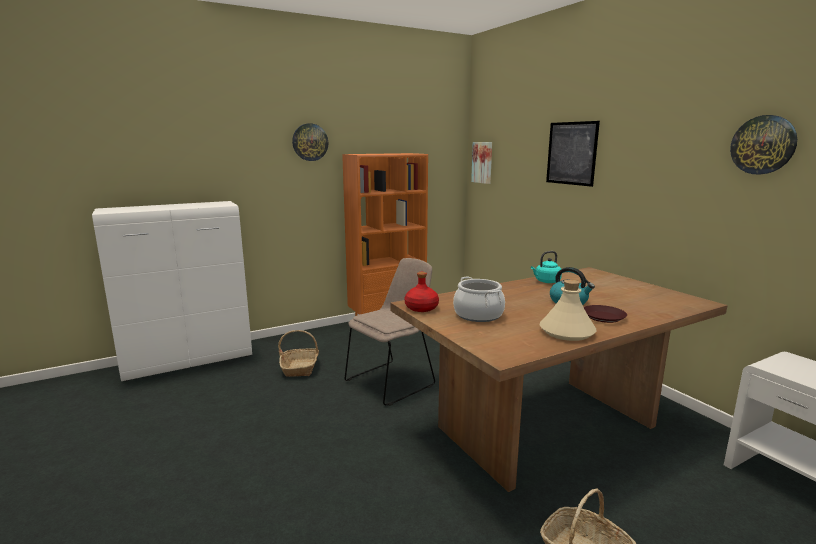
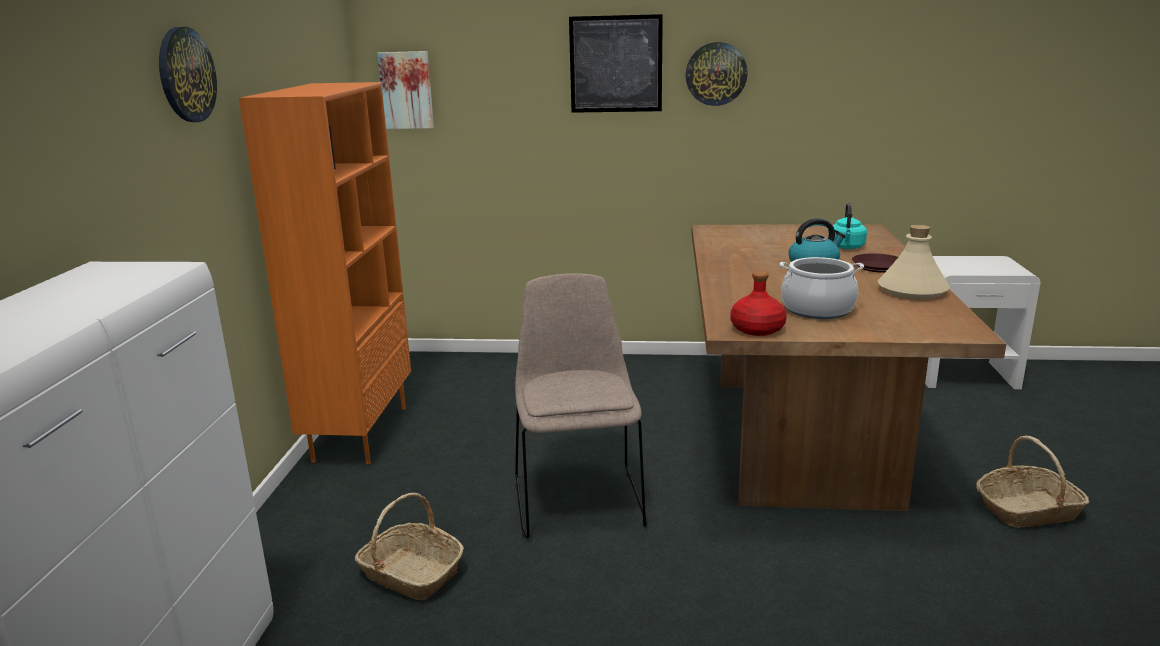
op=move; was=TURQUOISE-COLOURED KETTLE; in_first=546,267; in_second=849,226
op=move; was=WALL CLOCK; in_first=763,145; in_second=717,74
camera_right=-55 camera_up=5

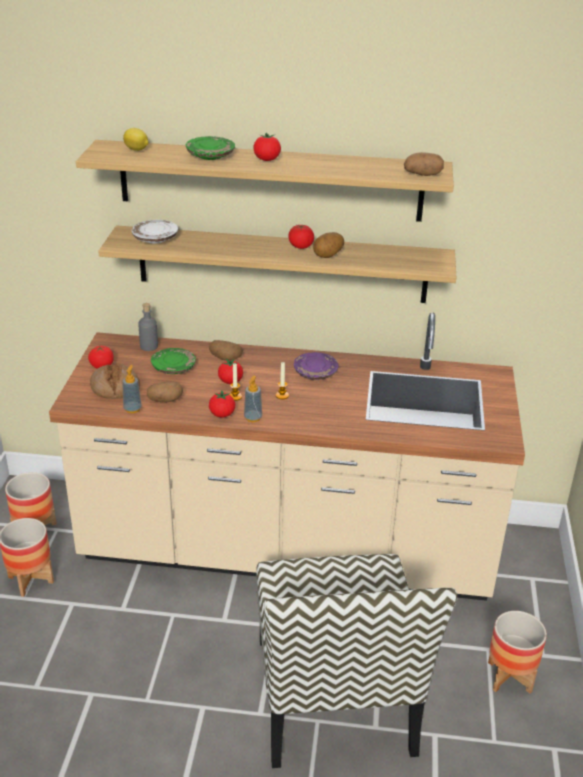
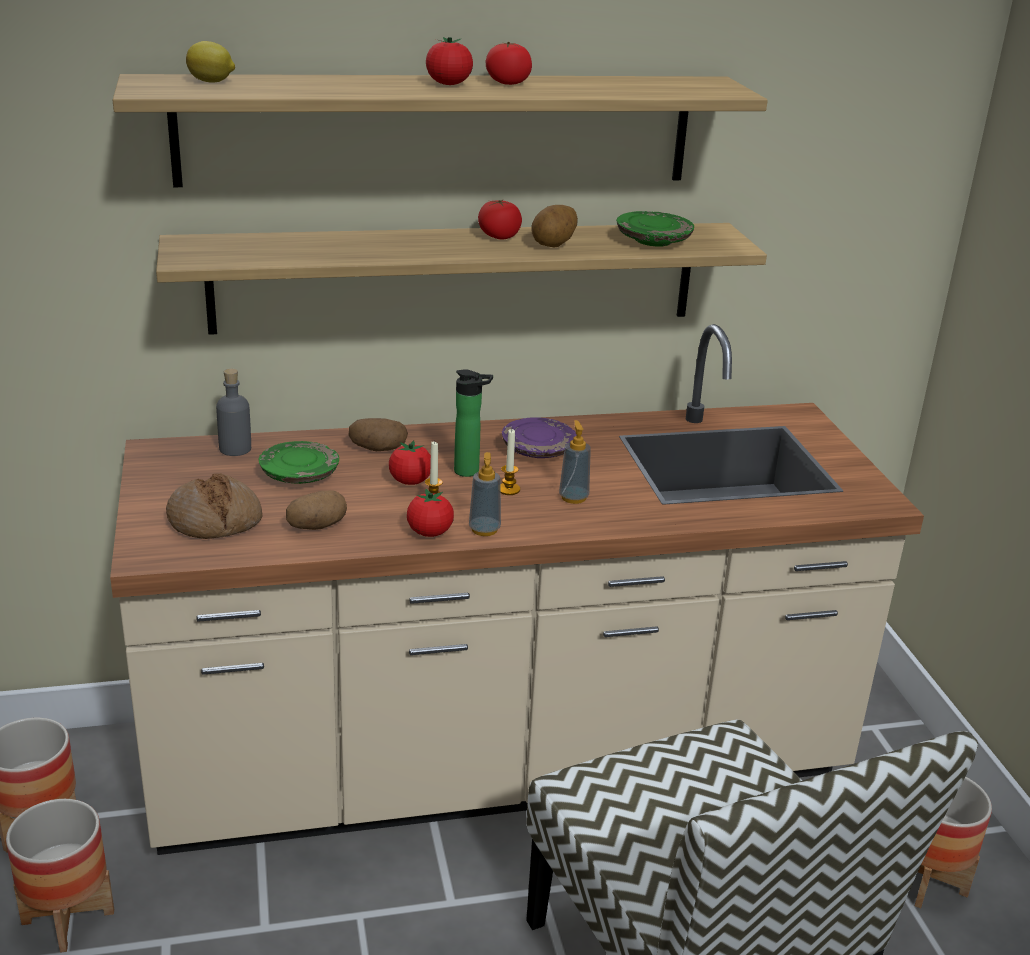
op=delete; was=WHITE PLATE; in_first=154,231
op=delete; was=POTATO; in_first=424,164
op=insert; now=BEVERAGE BOTTLE; in_second=473,423
op=move; was=TOMATO; in_first=101,357; in_second=509,63
op=move; was=SOAP BOTTLE; in_first=132,389; in_second=575,462
op=move; was=GREENISH PLATE; in_first=210,148; in_second=655,229
camera_right=-20 camera_up=-5

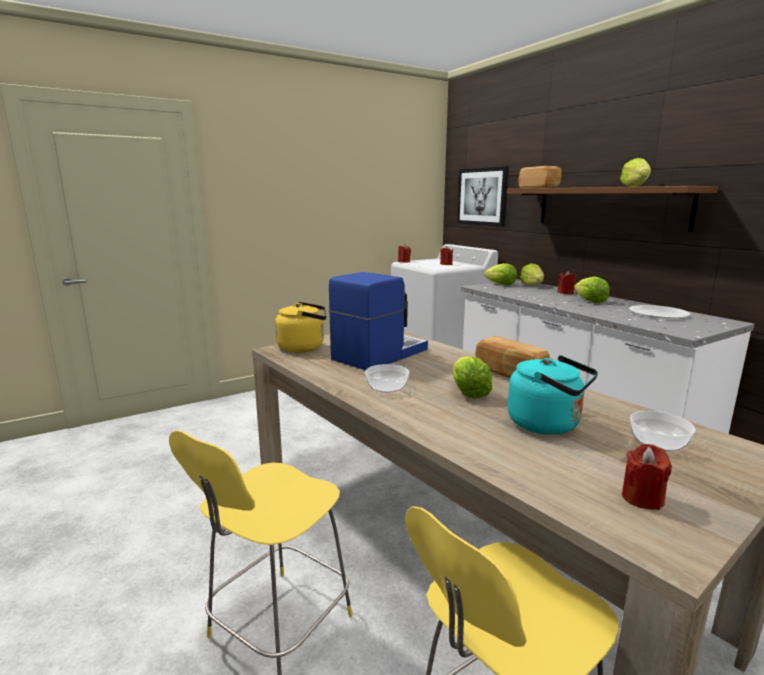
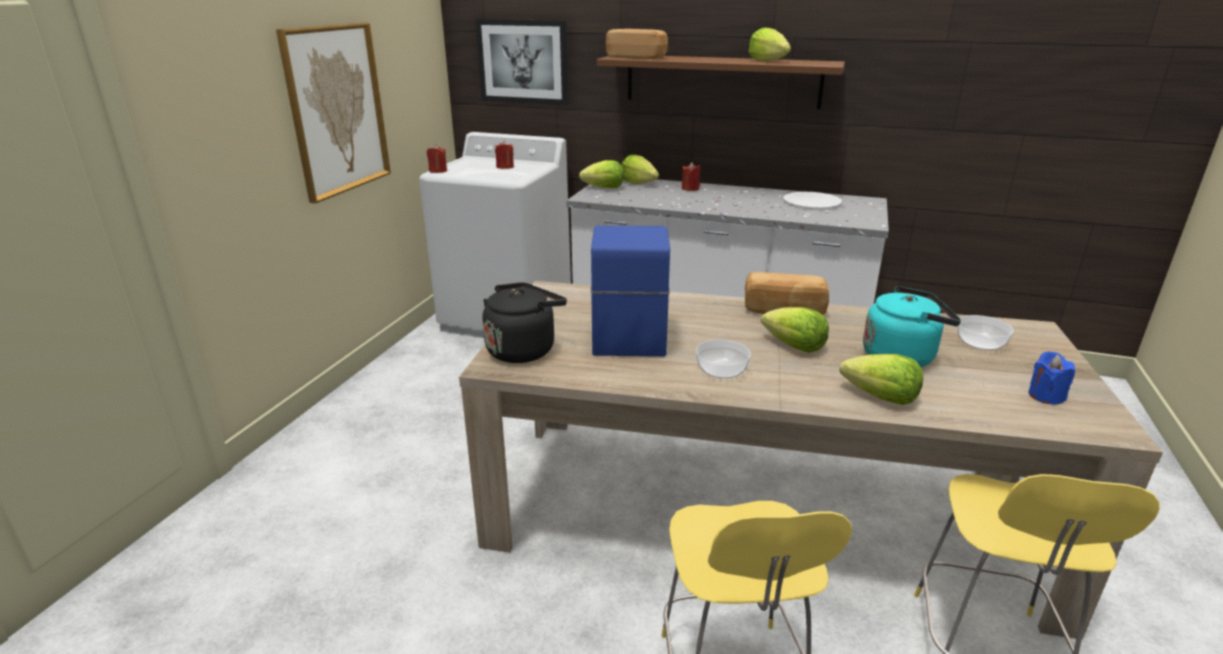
op=insert; now=WALL ART; in_second=333,112
op=move; was=LETTUCE; in_first=592,289; in_second=881,379
op=recolor; was=YELLOW KETTLE; now=BLACK KETTLE; in_first=301,327; in_second=525,322
op=recolor; was=REDDISH CANDLE; now=BLUE-COLOURED CANDLE; in_first=647,477; in_second=1051,377
camera_right=-40 camera_up=10

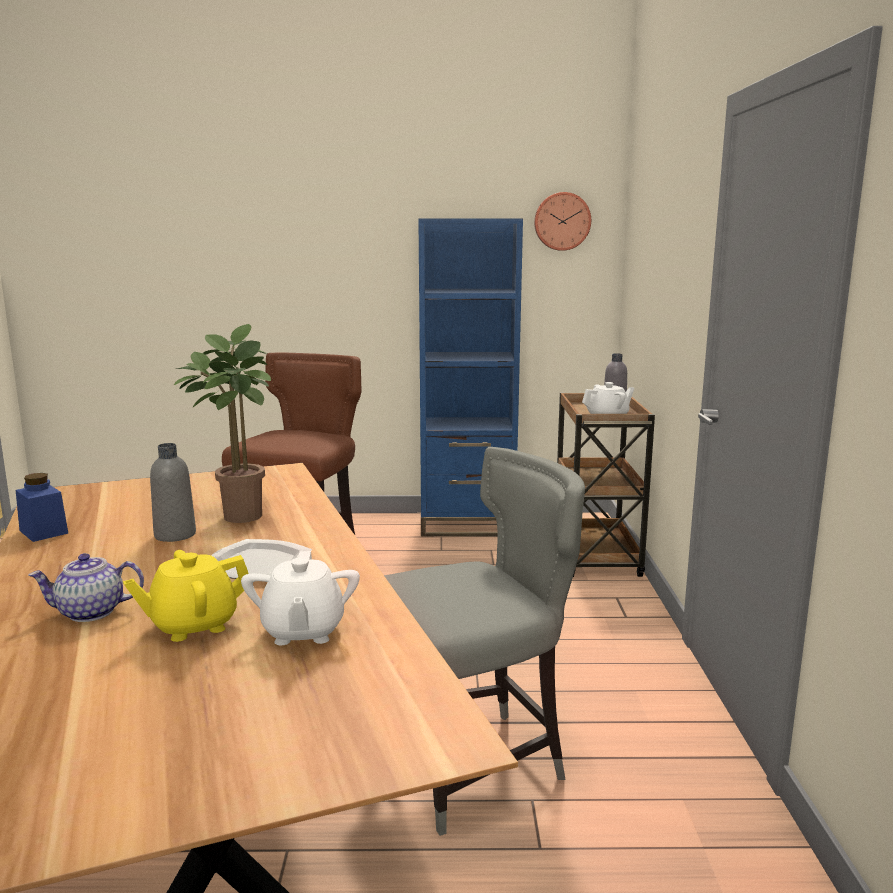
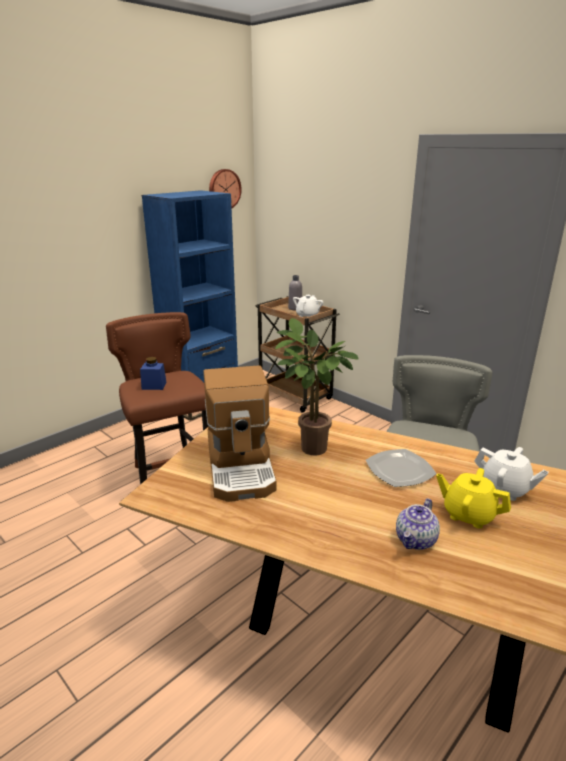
op=delete; was=GREY BEVERAGE BOTTLE; in_first=173,492
op=insert; now=COFFEE BREWER; in_second=240,433
op=move; was=BLUE-COLOURED STORAGE JAR; in_first=42,507; in_second=153,373
op=rotate; was=YELLOW TEA POT; in_first=186,596; in_second=473,498; clockwise=105
camera_right=-45 camera_up=10

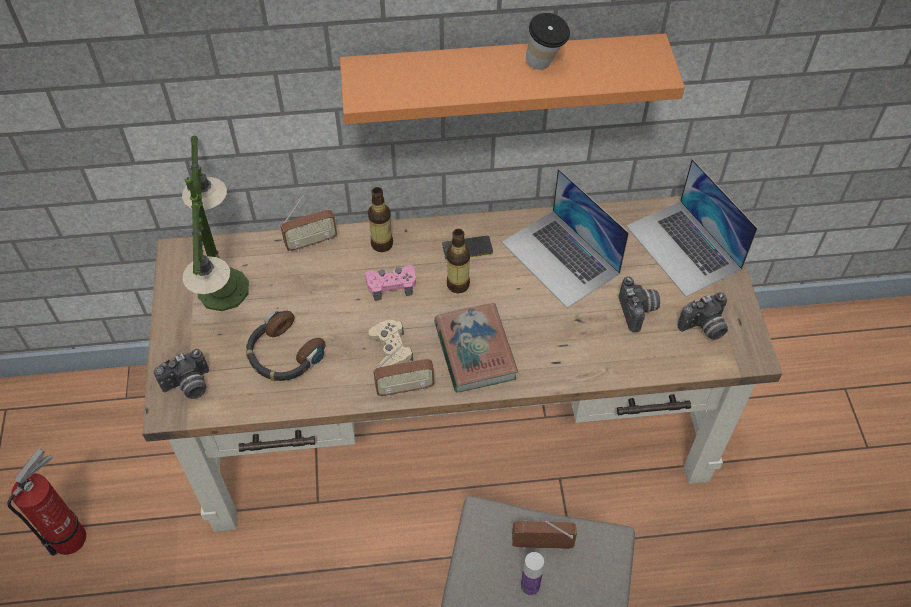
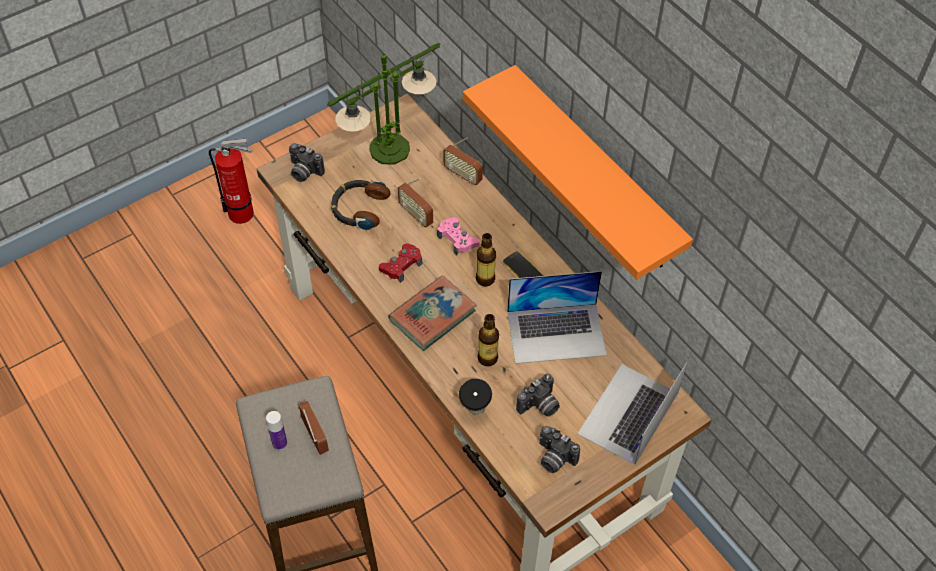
op=move; was=BEVERAGE BOTTLE; in_first=380,219; in_second=488,340
op=move; was=RADIO SET; in_first=403,370; in_second=415,203
op=move; was=CUP; in_first=548,41; in_second=475,396
op=recolor; was=BEIGE-COLOURED JOYPAD; now=REDDISH JOYPAD; in_first=390,343; in_second=400,263
op=rotate; was=PORTABLE COMPUTER; in_first=565,238; in_second=557,317; clockwise=-120
camera_right=60 camera_up=0

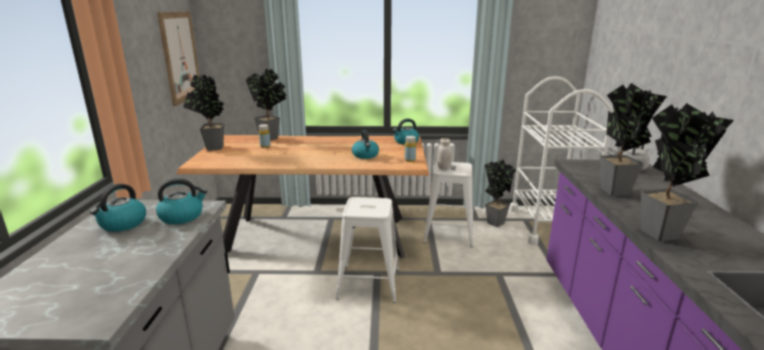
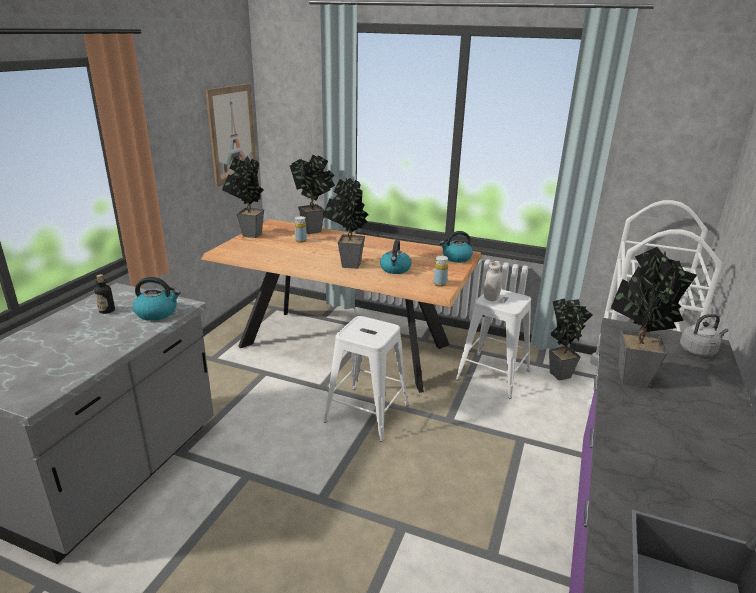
op=move; was=POTTED PLANT; in_first=687,172; in_second=346,223
op=replace; was=KETTLE; now=BEVERAGE BOTTLE; in_first=118,208; in_second=104,294
camera_right=20 camera_up=5

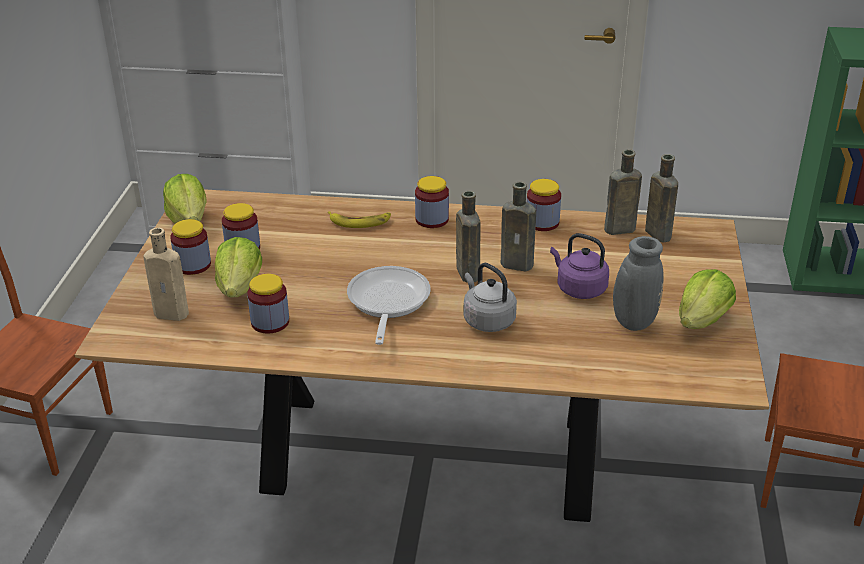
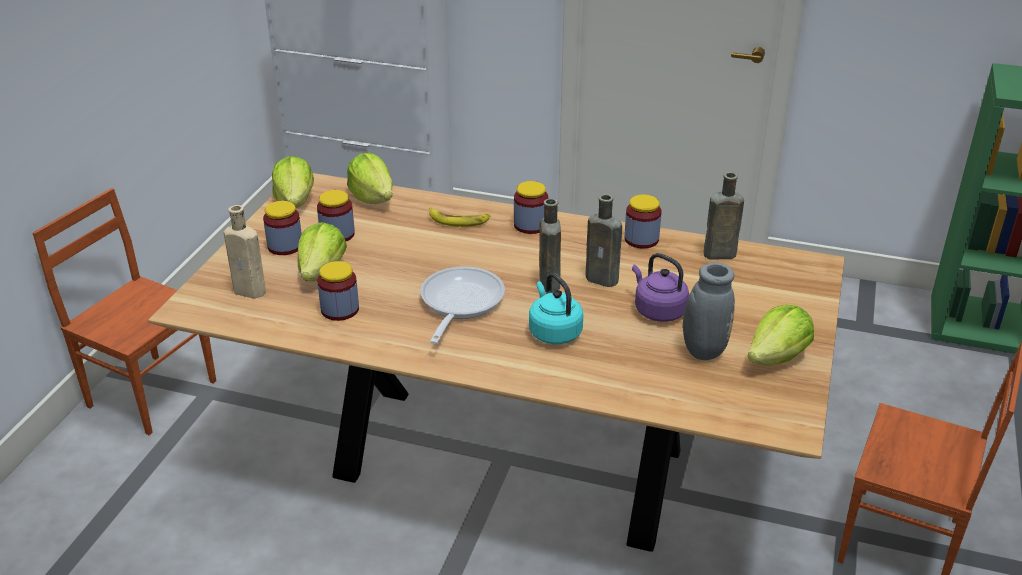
op=delete; was=BROWN BEVERAGE BOTTLE; in_first=661,198
op=insert; now=LETTUCE; in_second=369,178
op=recolor; was=GREY KETTLE; now=TURQUOISE-COLOURED KETTLE; in_first=490,297; in_second=556,308
camera_right=10 camera_up=0

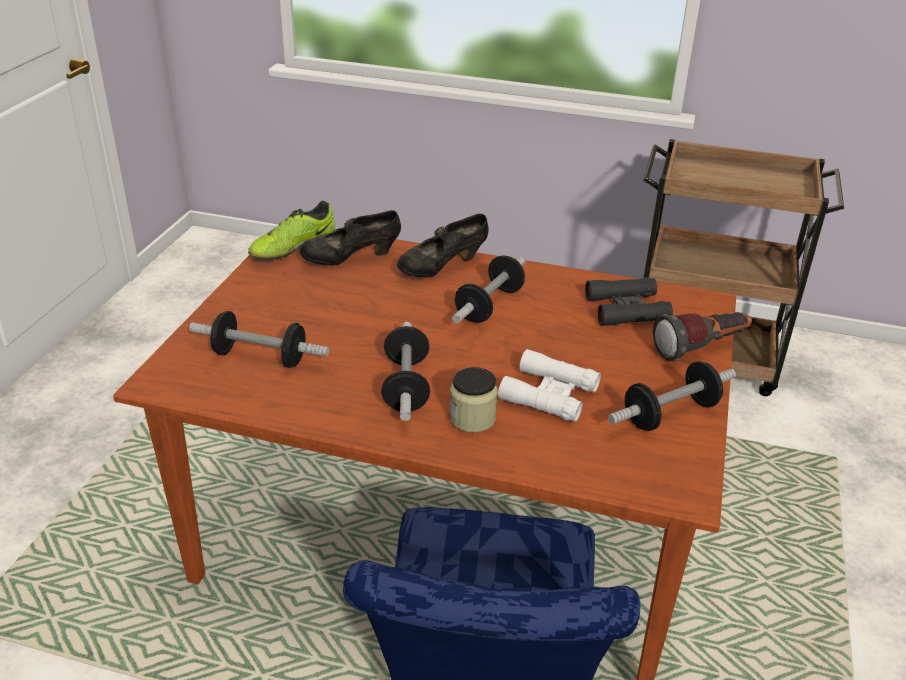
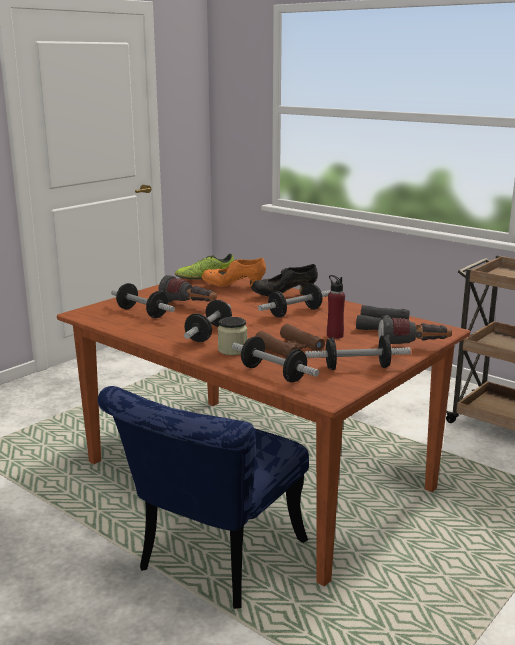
op=insert; now=HAND TORCH; in_second=187,288
op=insert; now=HAND WEIGHT; in_second=275,359
op=insert; now=REDDISH BEVERAGE BOTTLE; in_second=336,307
op=recolor; was=BLACK SHOE; now=ORANGEY SHOE; in_first=350,238; in_second=234,272
op=recolor; was=WHITE PAIR OF BINOCULARS; now=BROWN PAIR OF BINOCULARS; in_first=549,385; in_second=290,341
camera_right=25 camera_up=-15

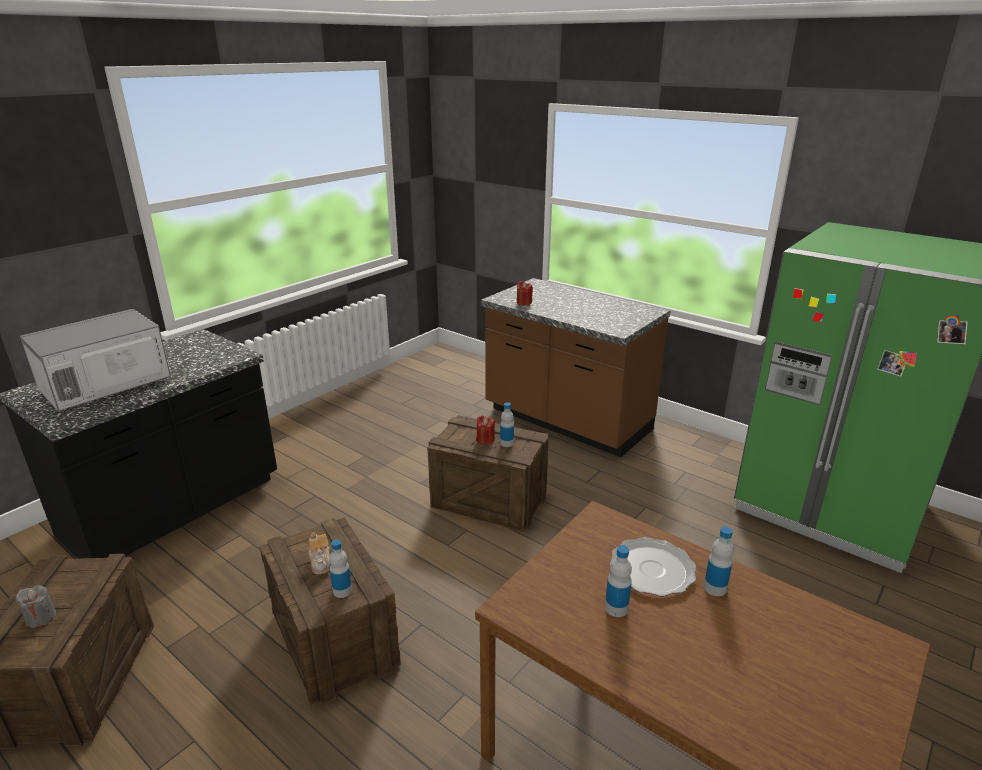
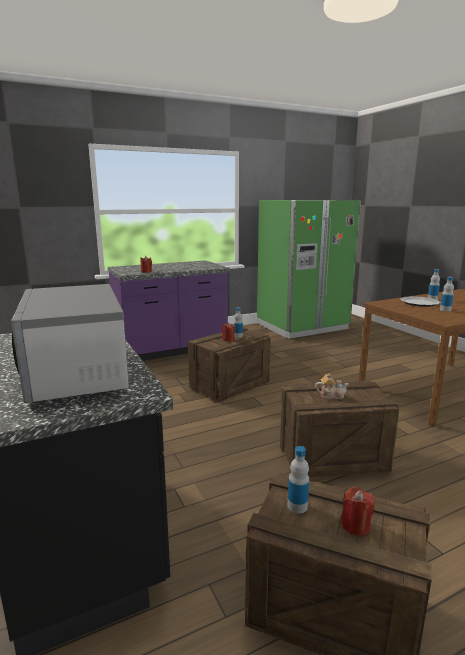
op=move; was=BEVERAGE BOTTLE; in_first=340,568; in_second=298,480
op=recolor; was=GREY CANDLE; now=REDDISH CANDLE; in_first=36,606; in_second=358,511
op=recolor; was=BROWN KITCHEN BASE UNIT; now=PURPLE-COLOURED KITCHEN BASE UNIT; in_first=575,367; in_second=169,310
camera_right=-65 camera_up=-10

